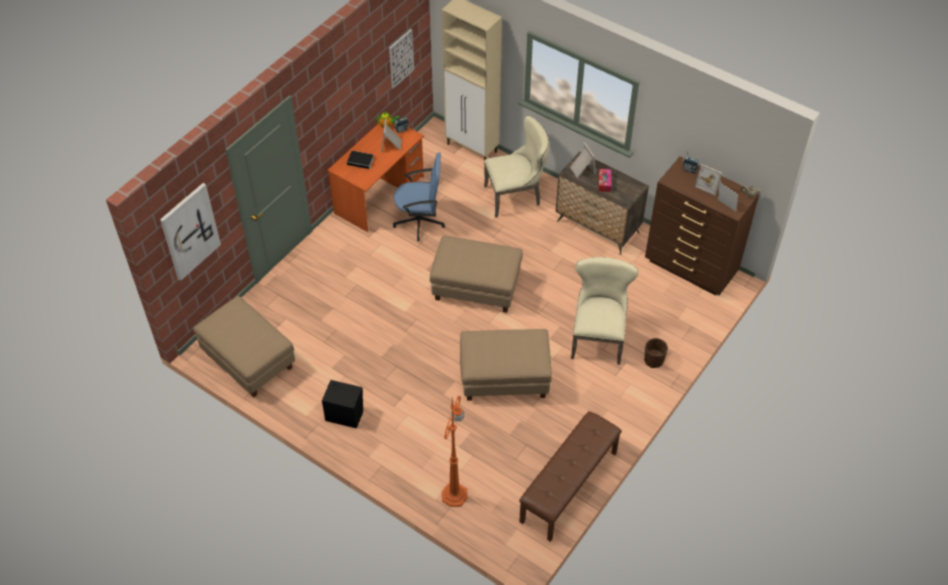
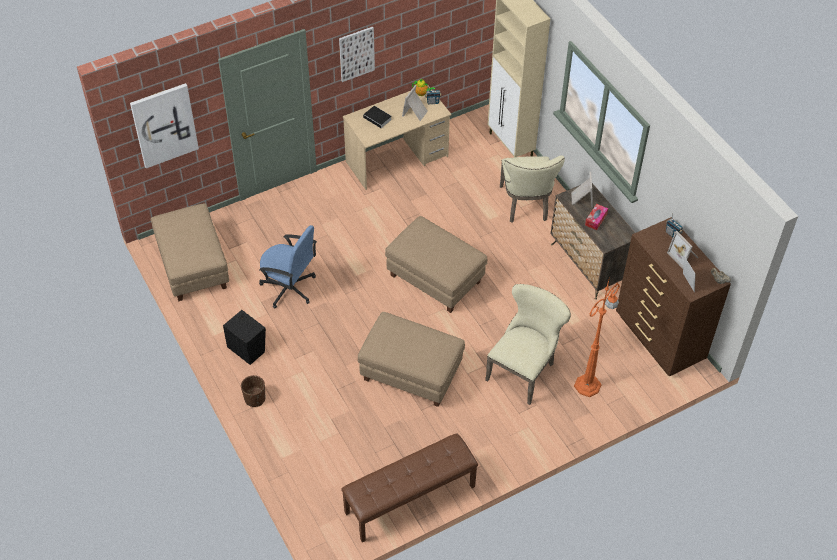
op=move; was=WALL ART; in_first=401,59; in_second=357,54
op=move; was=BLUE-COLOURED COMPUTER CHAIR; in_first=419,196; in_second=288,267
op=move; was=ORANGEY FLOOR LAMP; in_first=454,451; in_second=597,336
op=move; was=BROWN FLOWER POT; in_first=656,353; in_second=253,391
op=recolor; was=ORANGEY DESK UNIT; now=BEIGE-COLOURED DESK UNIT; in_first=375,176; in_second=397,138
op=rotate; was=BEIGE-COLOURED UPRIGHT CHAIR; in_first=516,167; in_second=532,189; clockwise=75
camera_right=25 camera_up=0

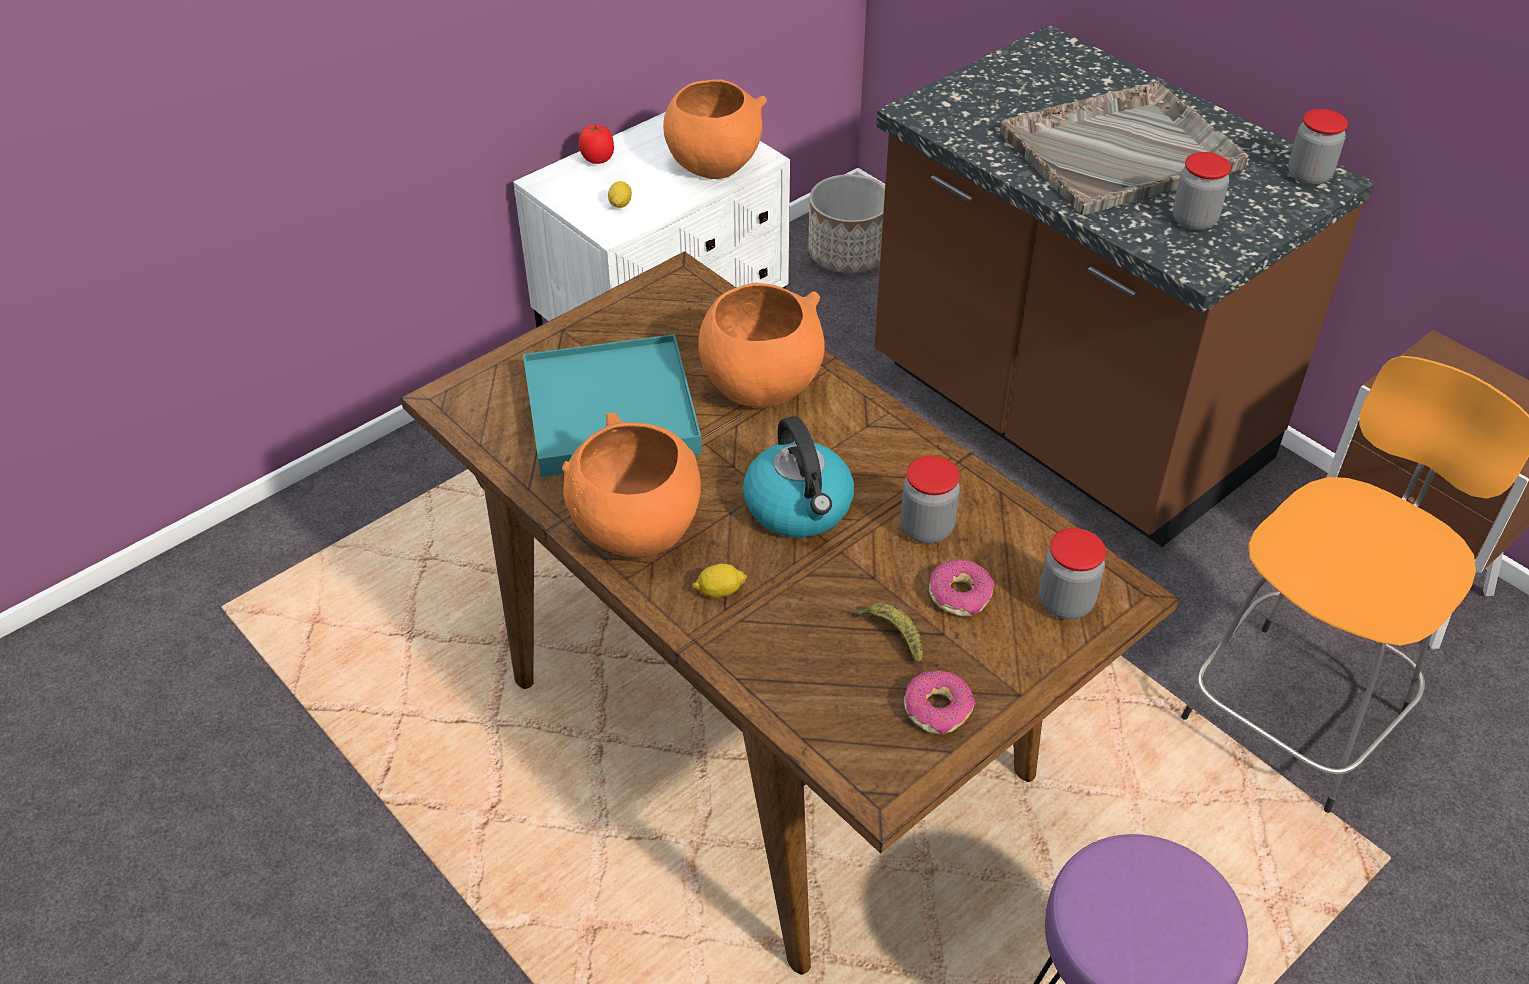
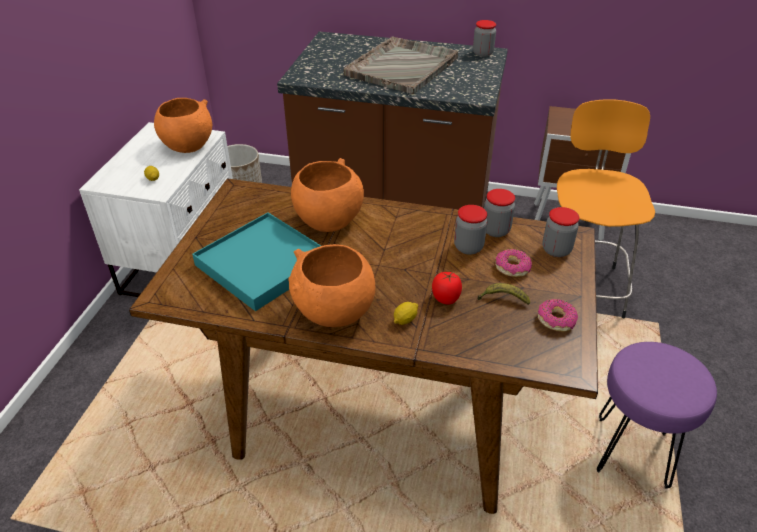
op=delete; was=KETTLE; in_first=798,477
op=move; was=TOMATO; in_first=596,144; in_second=447,288
op=move; was=STORAGE JAR; in_first=1202,191; in_second=499,213
camera_right=-35 camera_up=-5

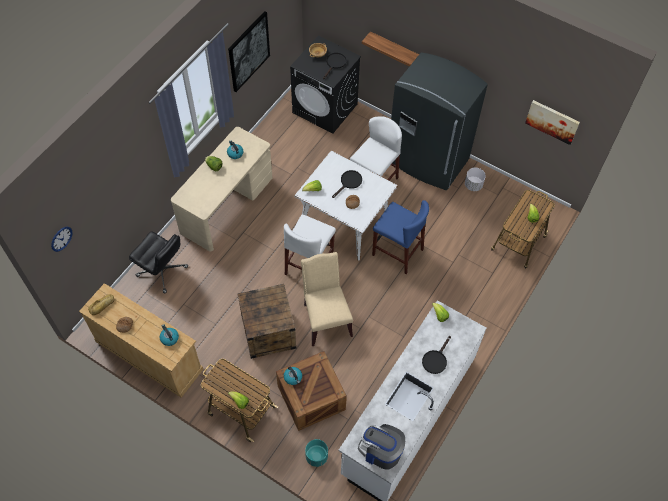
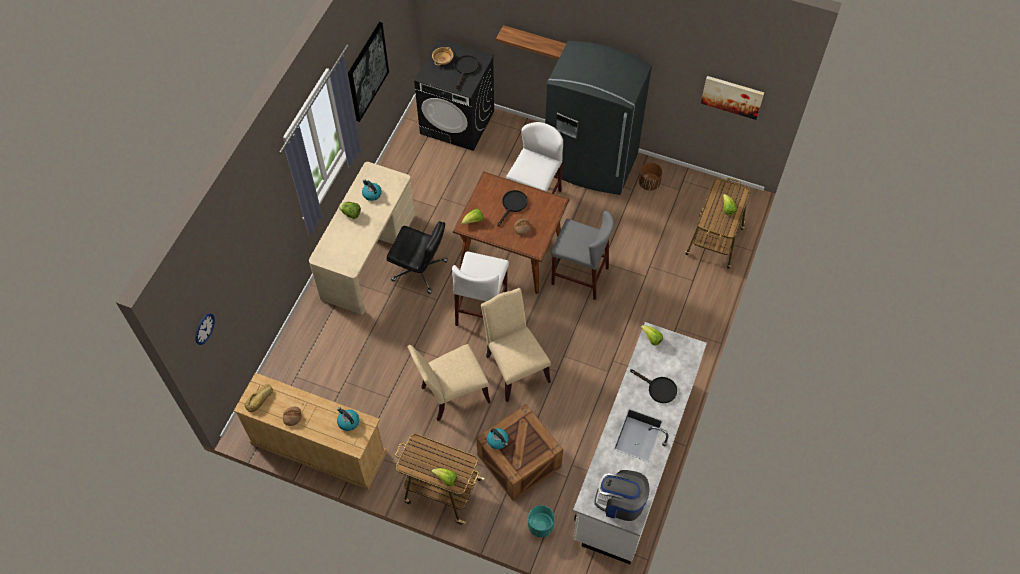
op=move; was=BLACK COMPUTER CHAIR; in_first=158,262; in_second=417,257
op=replace; was=CRATE; now=BEIGE-COLOURED UPRIGHT CHAIR; in_first=267,321; in_second=449,382
op=recolor; was=WHITE KITCHEN TABLE; now=BROWN KITCHEN TABLE; in_first=346,206; in_second=511,232
op=recolor; was=BLUE-COLOURED STOOL SEAT; now=GREY STOOL SEAT; in_first=400,237; in_second=582,255
op=recolor; was=WHITE FLOWER POT; now=BROWN FLOWER POT; in_first=475,179; in_second=650,177
op=rotate; was=BLACK SKILLET; in_first=436,355; in_second=653,386; clockwise=-75
camera_right=-10 camera_up=0

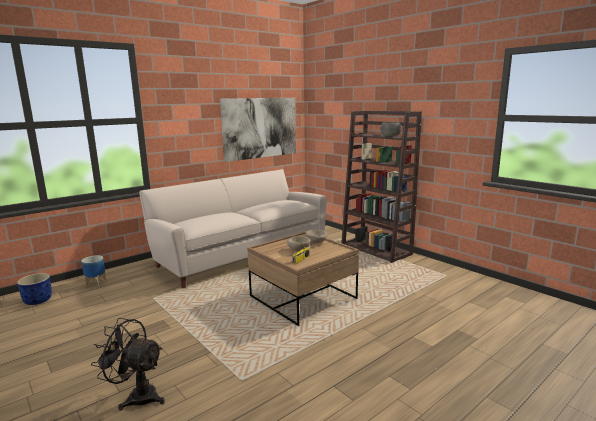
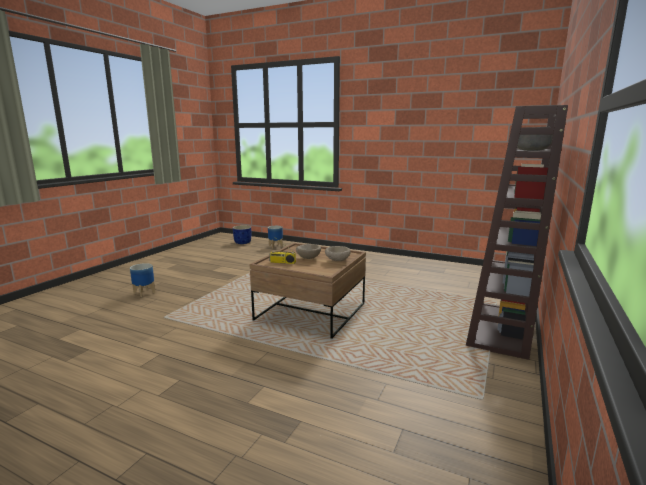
op=delete; was=BEIGE-COLOURED COUCH; in_first=233,228
op=delete; was=WALL ART; in_first=258,130
op=replace; was=BLACK FAN; now=FLOWER POT; in_first=128,364; in_second=142,280
camera_right=65 camera_up=0

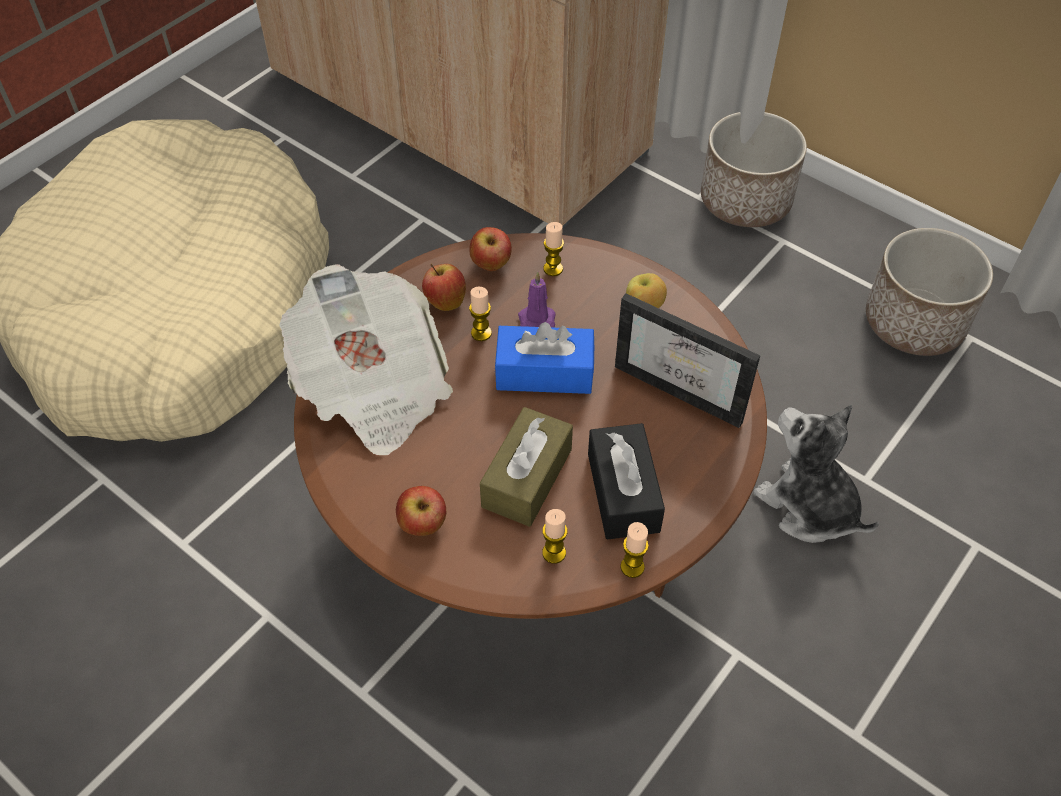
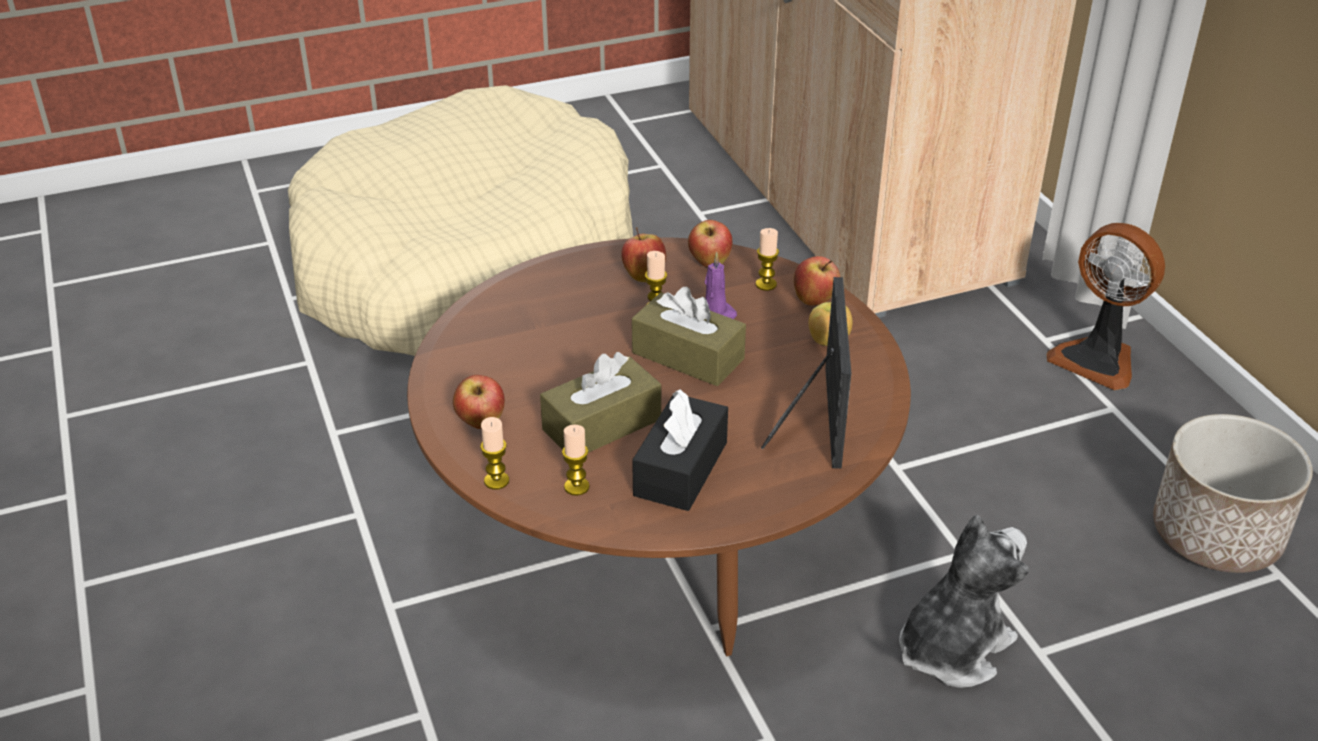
op=delete; was=NEWSPAPER; in_first=366,359
op=insert; now=APPLE FRUIT; in_second=817,281
op=move; was=CANDLE; in_first=634,550; in_second=494,453
op=replace; was=FLOWER POT; now=FAN; in_first=754,169; in_second=1105,306
op=recolor; was=BLUE-COLOURED BOX OF TISSUES; now=BROWN BOX OF TISSUES; in_first=544,358; in_second=689,336
op=rotate; was=PHOTO FRAME; in_first=687,360; in_second=806,373; clockwise=-150
op=rotate; was=PLUSH TOY; in_first=816,473; in_second=964,601; clockwise=60
camera_right=30 camera_up=-15

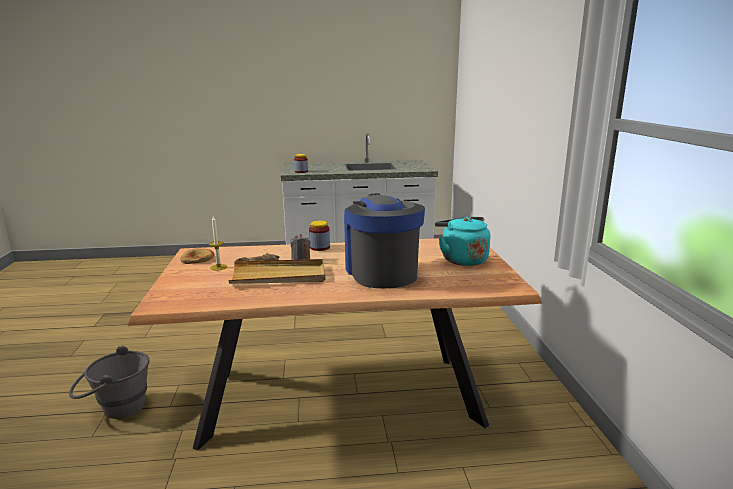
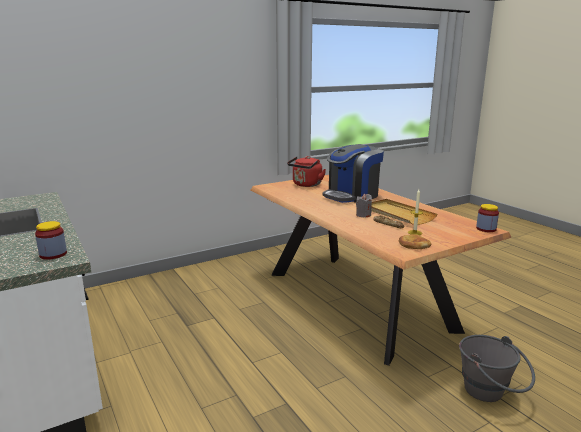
op=move; was=STORAGE JAR; in_first=319,236; in_second=487,218
op=recolor; was=TURQUOISE-COLOURED KETTLE; now=REDDISH KETTLE; in_first=462,241; in_second=306,171
camera_right=-115 camera_up=0

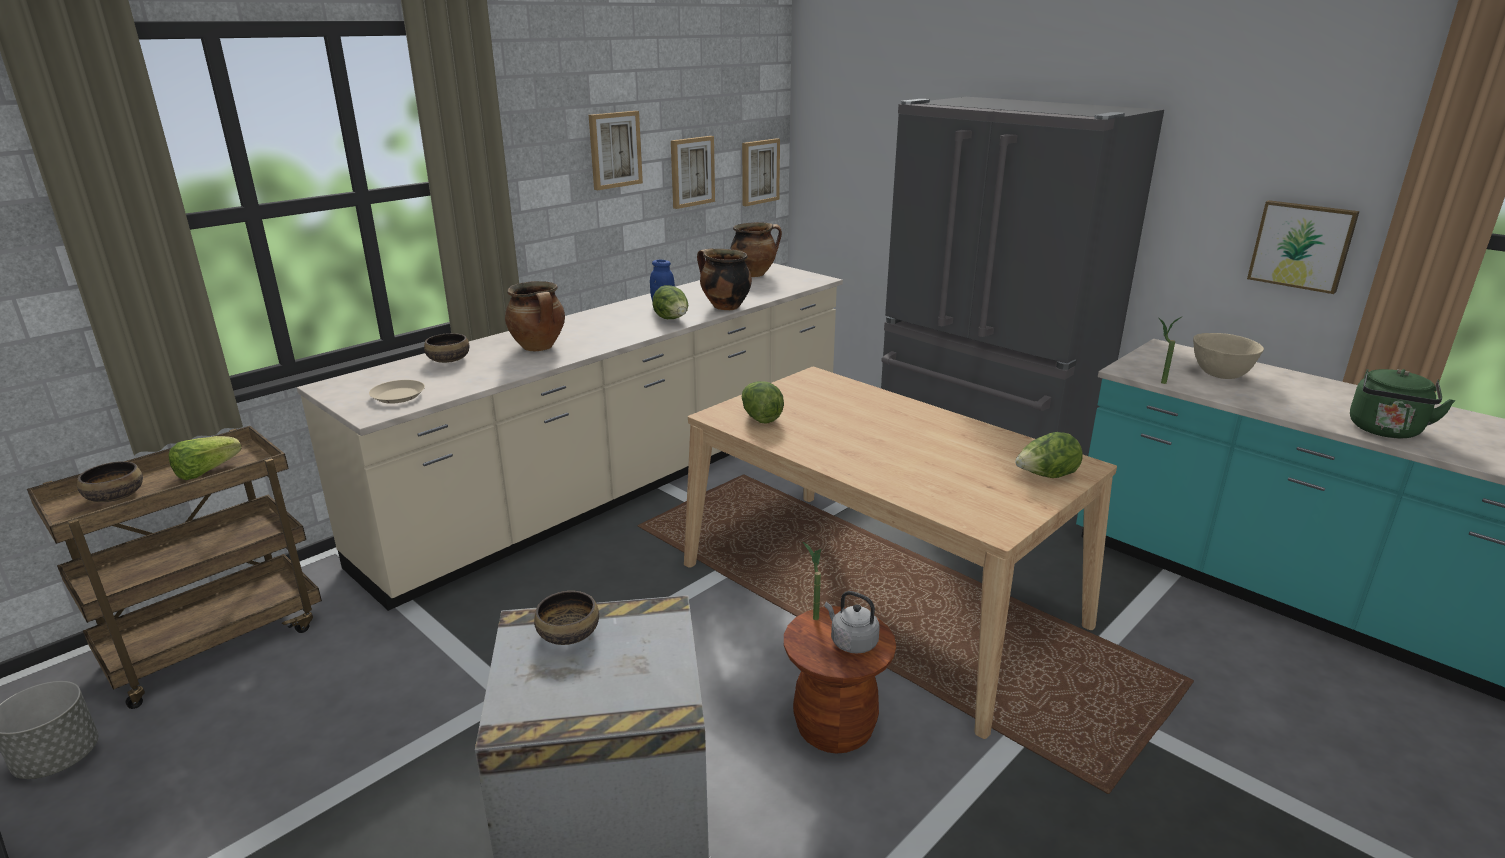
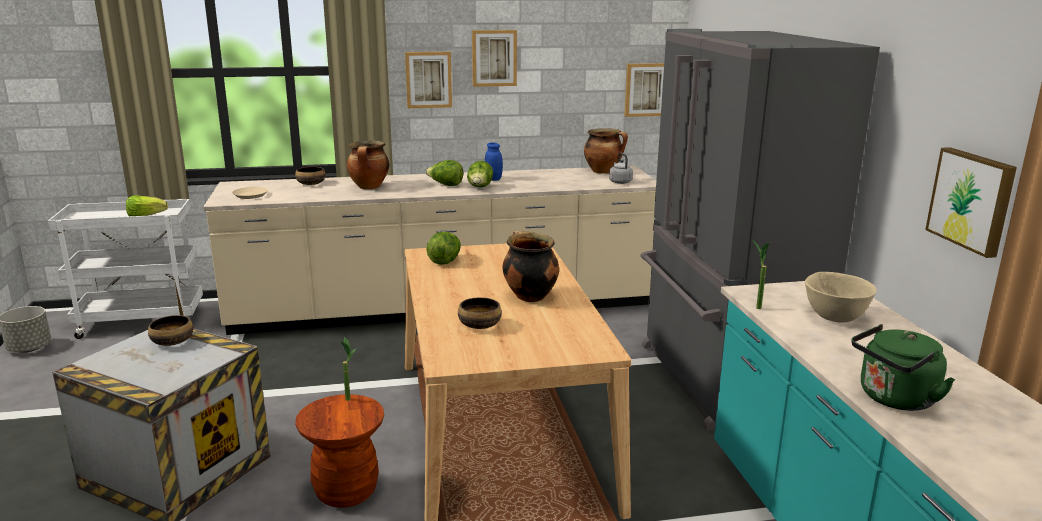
op=move; was=DEEP DISH; in_first=110,481; in_second=480,313
op=move; was=WALL ART; in_first=693,172; in_second=428,80
op=move; was=STOCKPOT; in_first=724,279; in_second=531,266
op=move; was=GREY KETTLE; in_first=852,622; in_second=621,168
op=move; was=LETTUCE; in_first=1049,455; in_second=444,173
op=recolor; was=BROWN CART; now=WHITE CART; in_first=174,567; in_second=125,269
camera_right=35 camera_up=-5

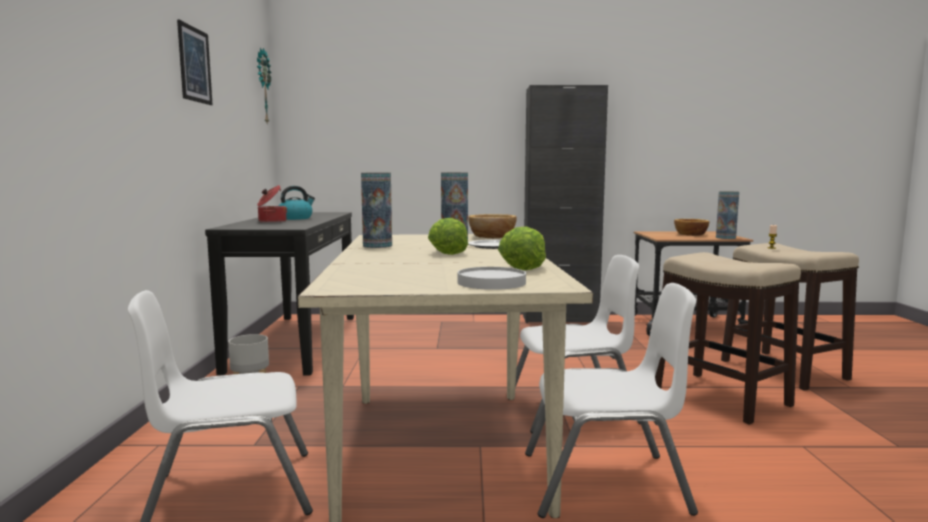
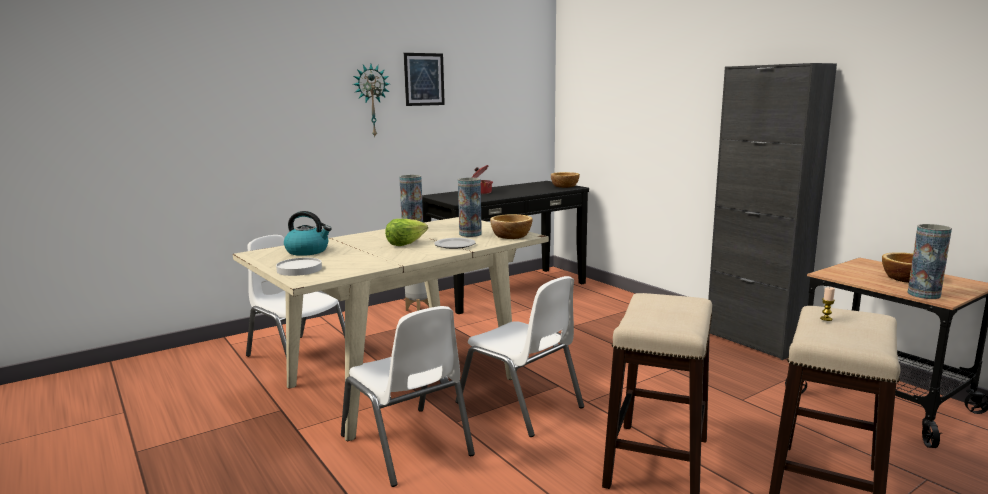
op=delete; was=LETTUCE; in_first=522,248
op=insert; now=DEEP DISH; in_second=565,180
op=move; was=WALL CLOCK; in_first=264,85; in_second=371,100
op=move; was=KETTLE; in_first=297,203; in_second=308,233
camera_right=55 camera_up=5

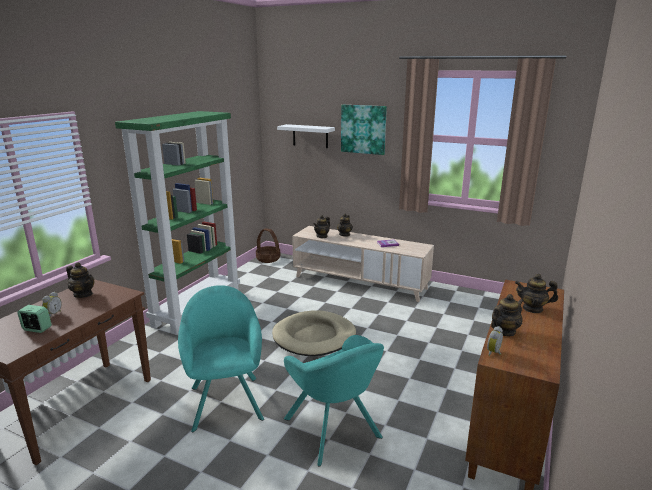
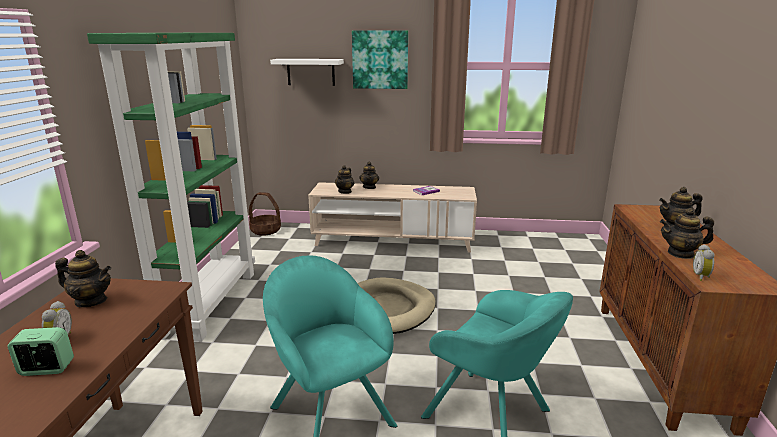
op=rotate; was=TEA POT; in_first=507,315; in_second=687,233; clockwise=-120
camera_right=-20 camera_up=0

